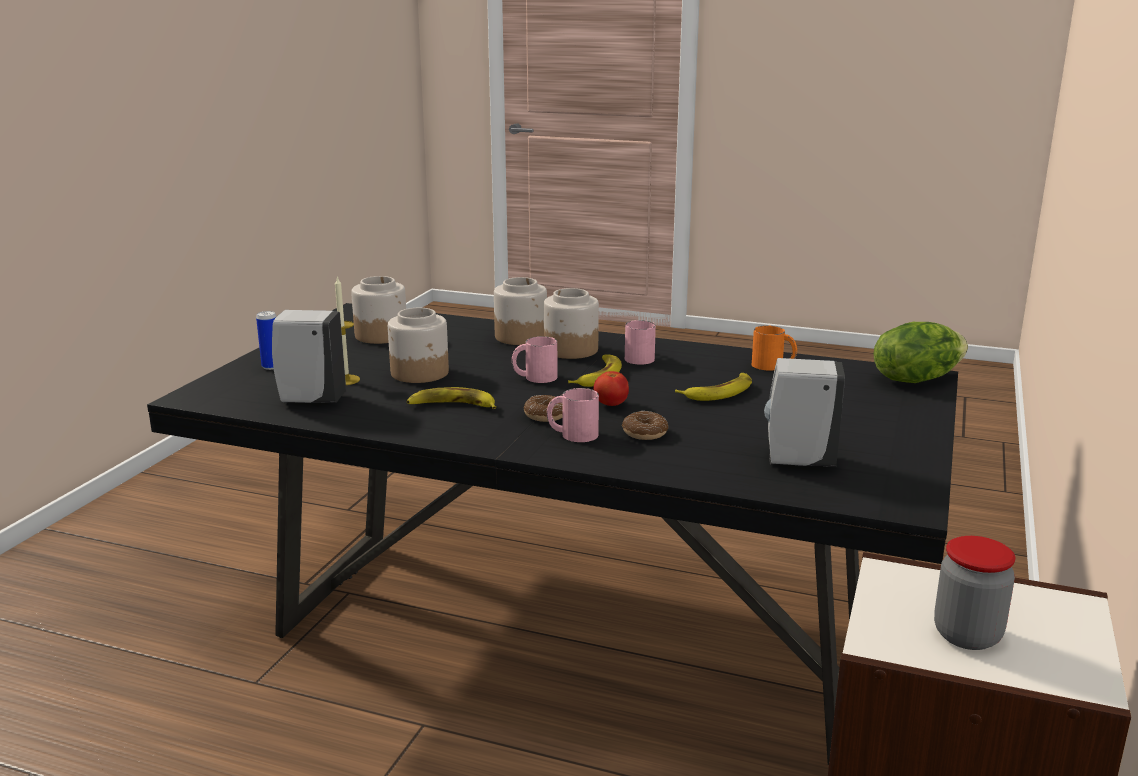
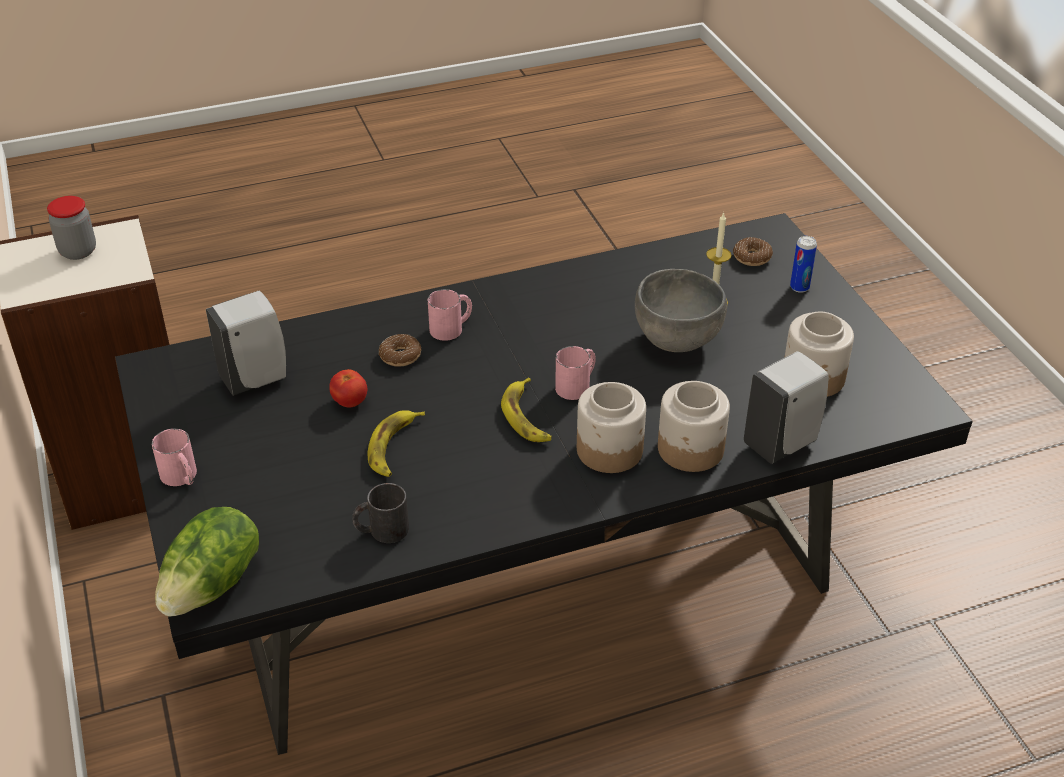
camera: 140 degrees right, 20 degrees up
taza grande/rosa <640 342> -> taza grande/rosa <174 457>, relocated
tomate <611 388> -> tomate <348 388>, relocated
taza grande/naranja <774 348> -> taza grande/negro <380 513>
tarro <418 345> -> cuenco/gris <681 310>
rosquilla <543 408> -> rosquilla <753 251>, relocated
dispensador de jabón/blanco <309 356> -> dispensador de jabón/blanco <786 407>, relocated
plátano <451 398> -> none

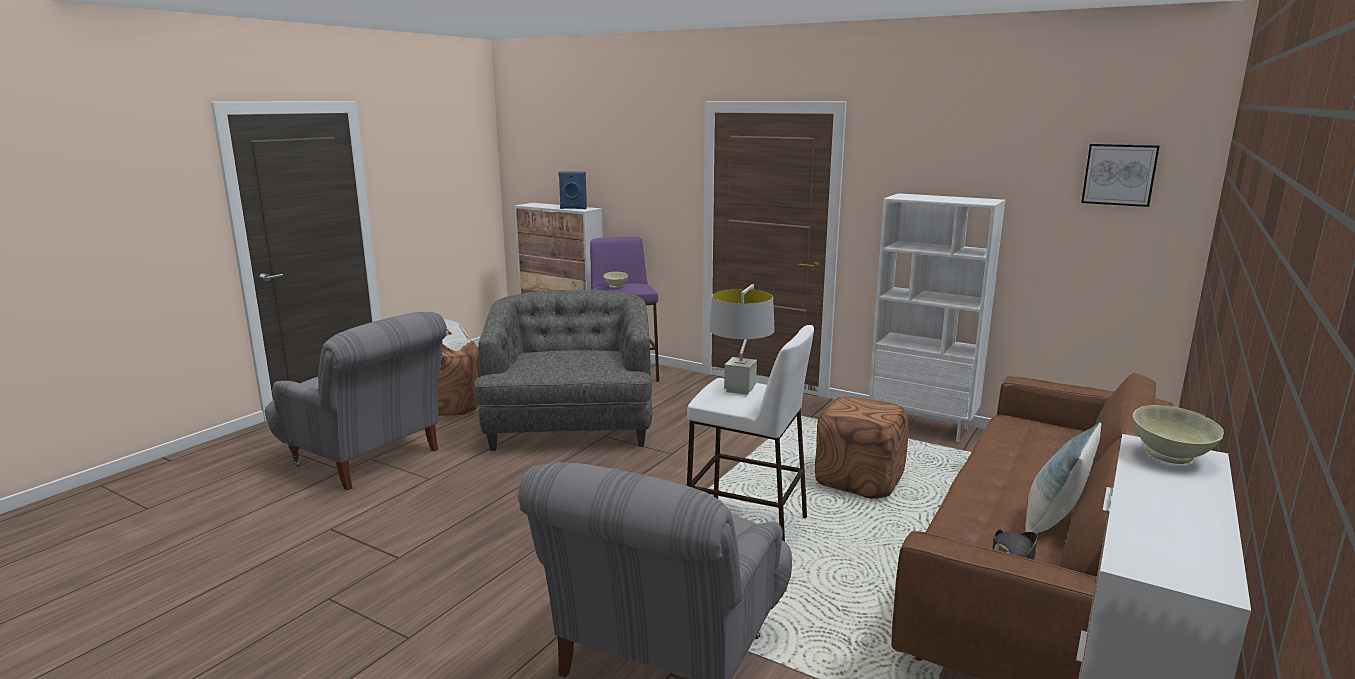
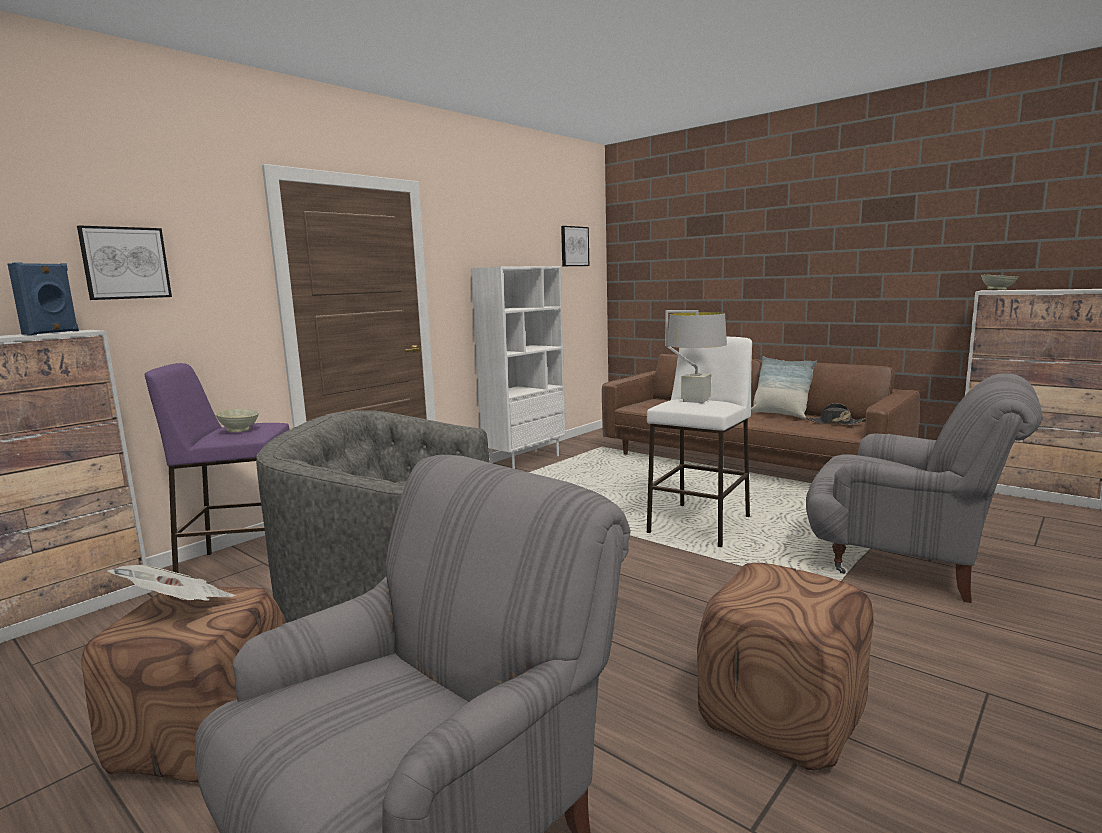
camera: 80 degrees left, 5 degrees down
none -> cuadro <124 262>
puf/marrón <862 448> -> puf/marrón <785 667>, relocated

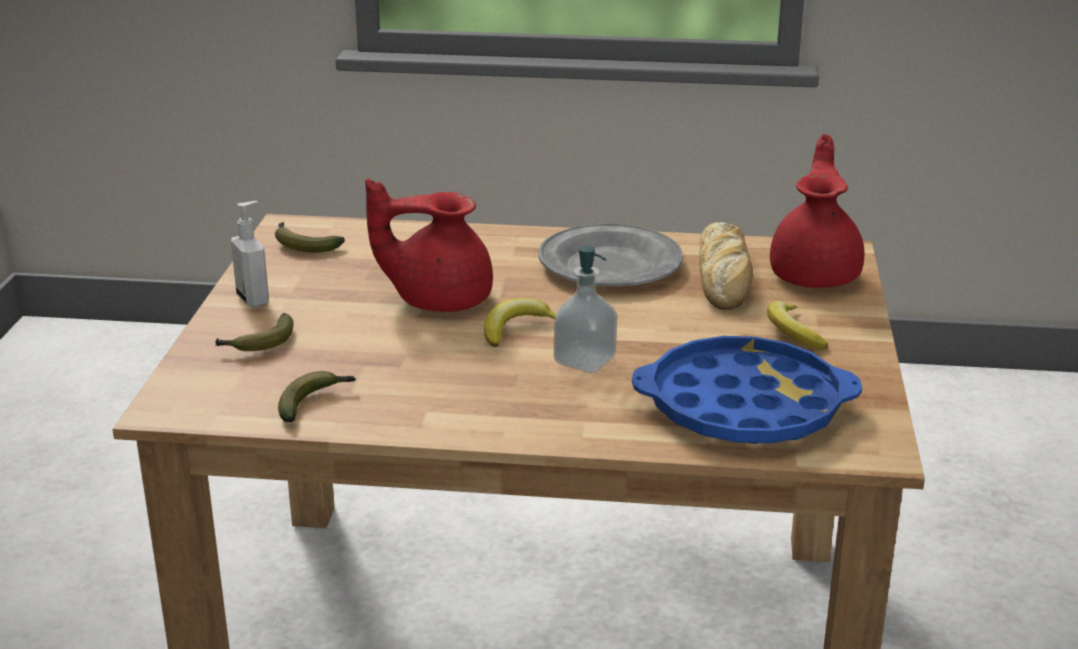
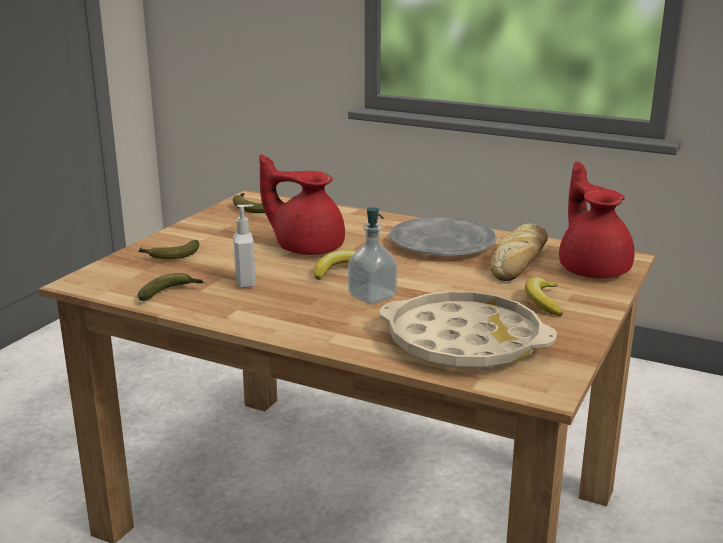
camera: 20 degrees right, 5 degrees down
dispensador de jabón <250 254> -> dispensador de jabón <244 246>, relocated
bandeja/azul <747 390> -> bandeja/beis <468 330>
tetera/rojo <817 211> -> tetera/rojo <597 219>, 45 degrees counterclockwise

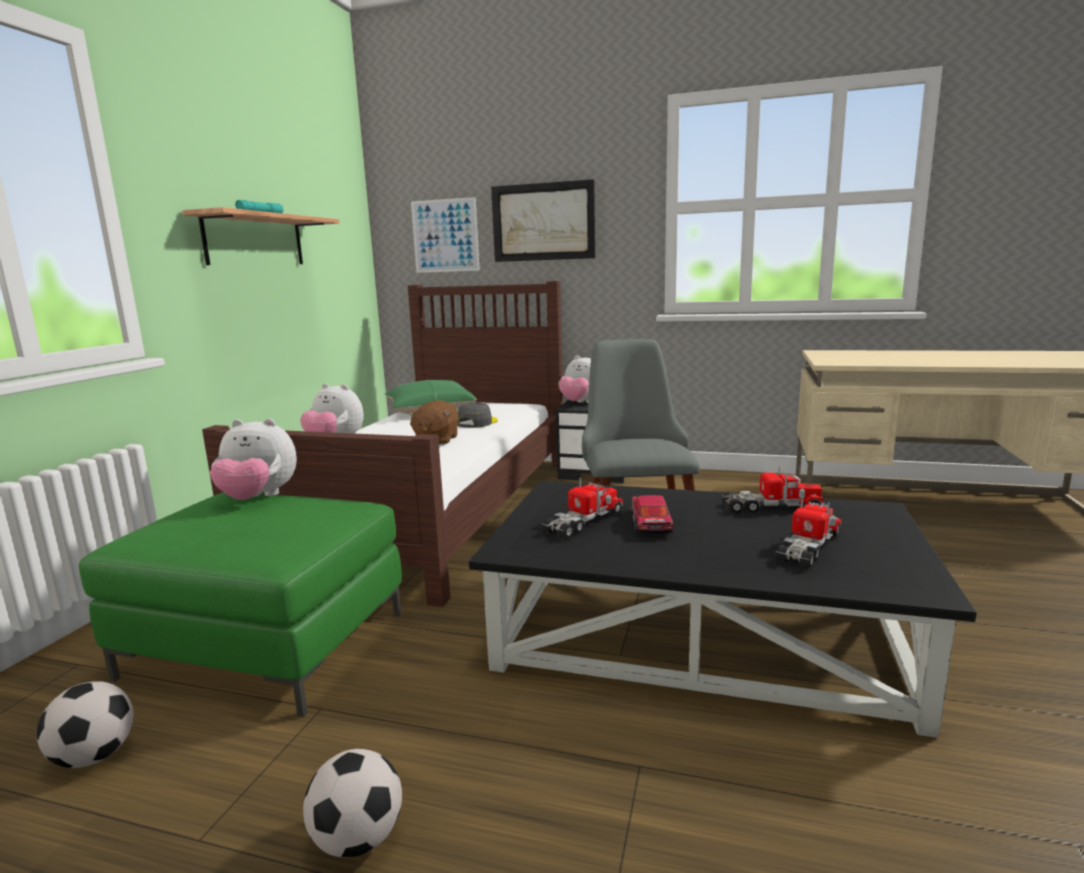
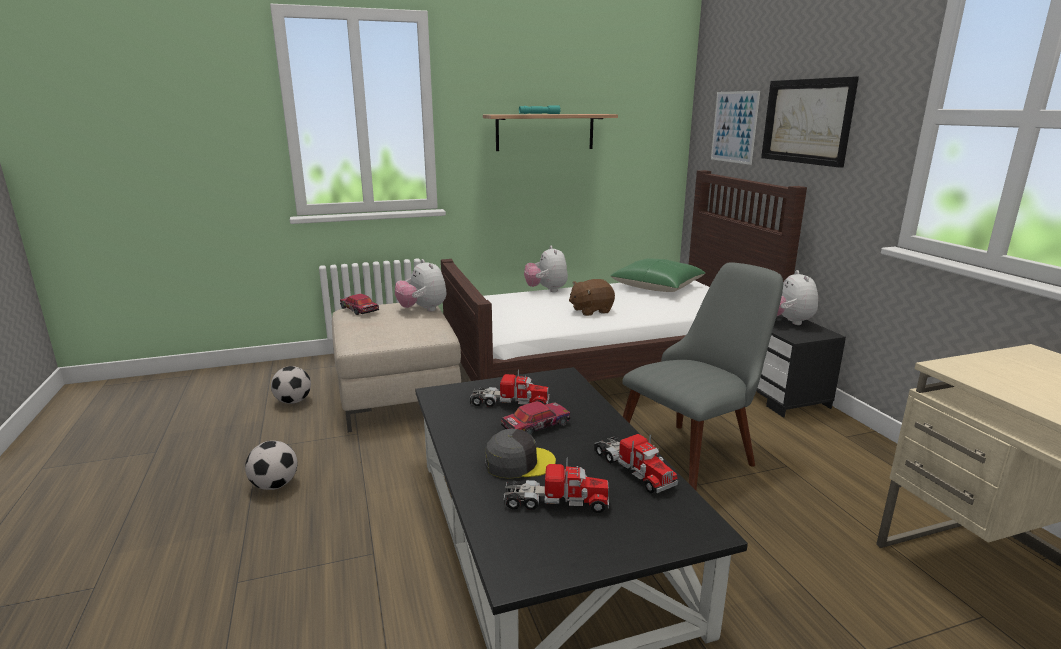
camera: 55 degrees right, 5 degrees up
puf/verde <240 605> -> puf/beis <396 368>
none -> coche de juguete <359 304>
gorra/gris <477 415> -> gorra/gris <520 454>, relocated

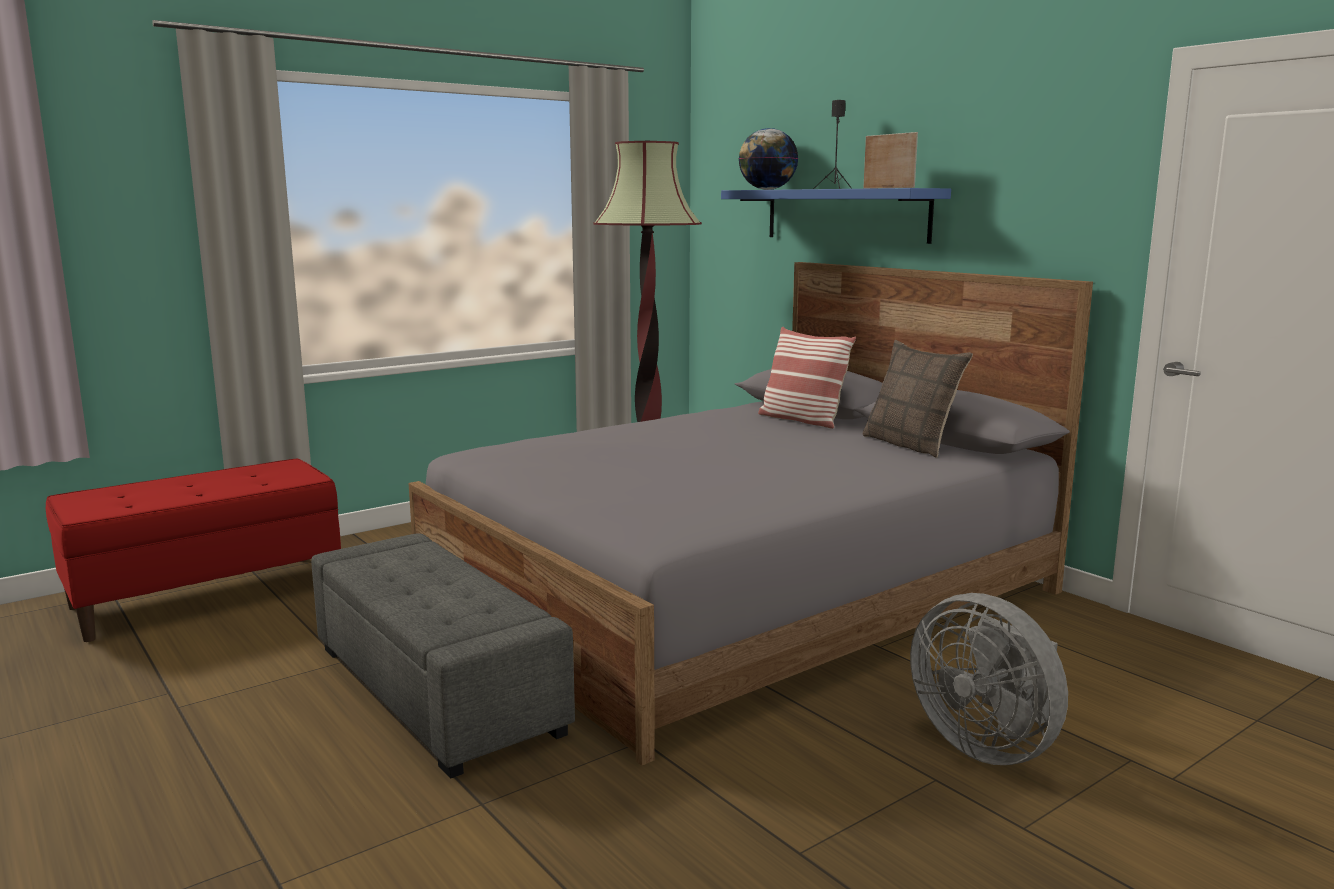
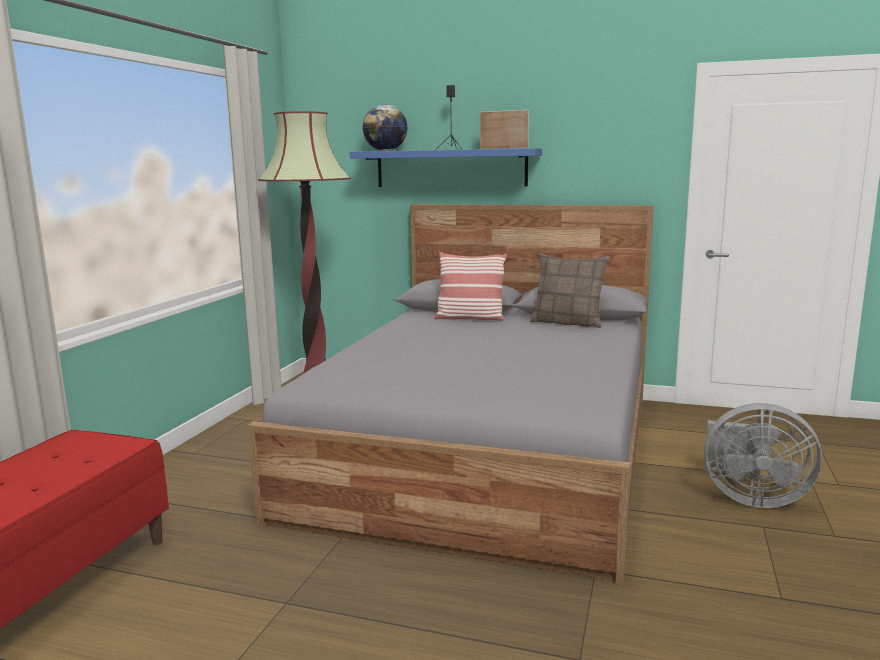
camera: 35 degrees left, 0 degrees up
puf/gris <443 656> -> none

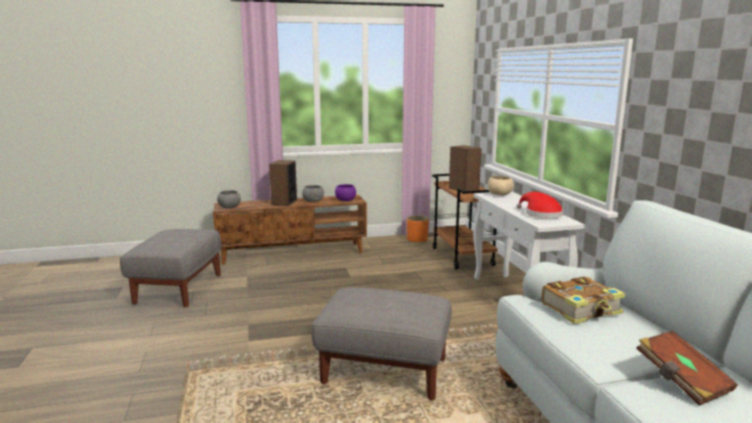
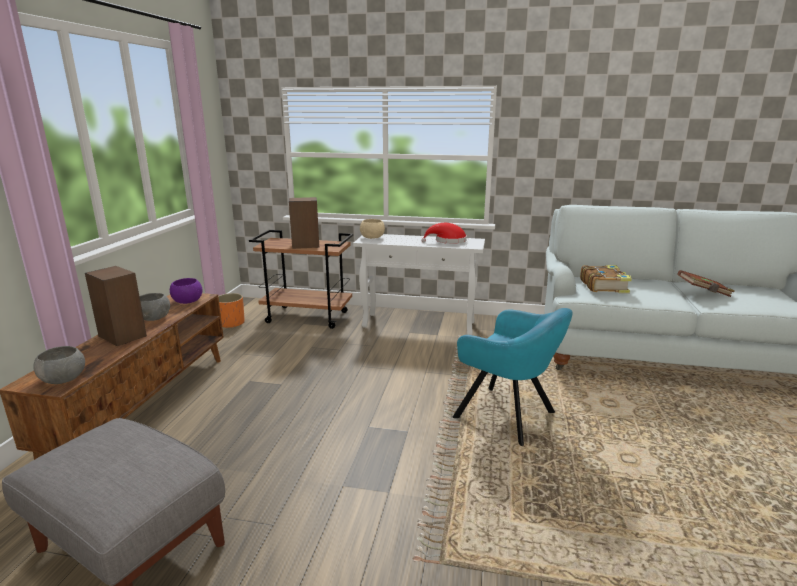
camera: 65 degrees left, 5 degrees up
puf/gris <382 343> -> sillón/turquesa <513 377>

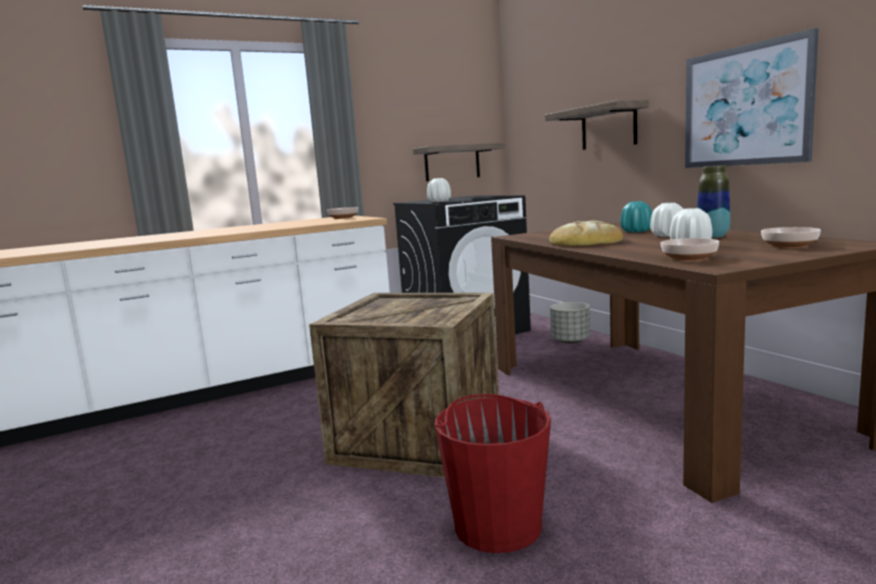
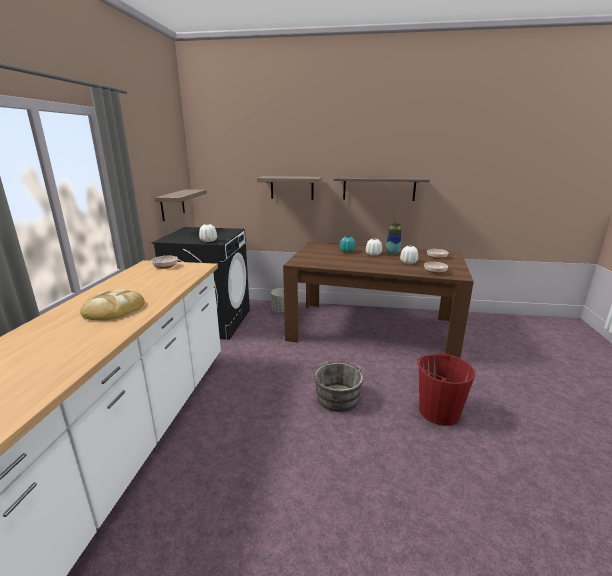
camera: 55 degrees left, 10 degrees up
pan <586 233> -> pan <112 305>, relocated
caja de embalaje <404 385> -> cubo/gris <337 386>
cuadro <752 98> -> estante <382 188>

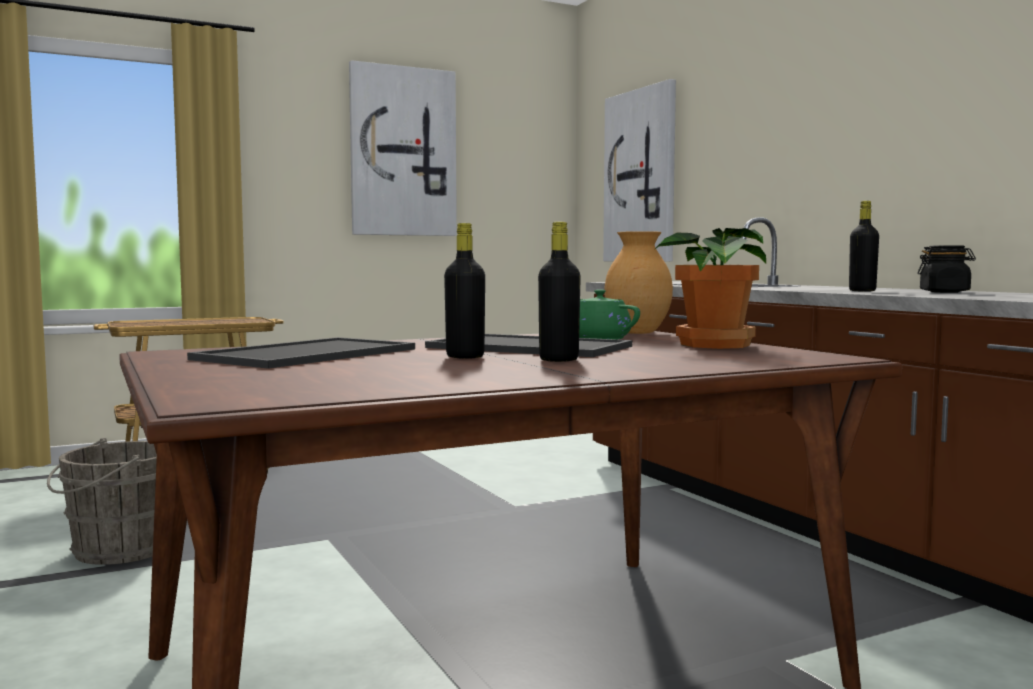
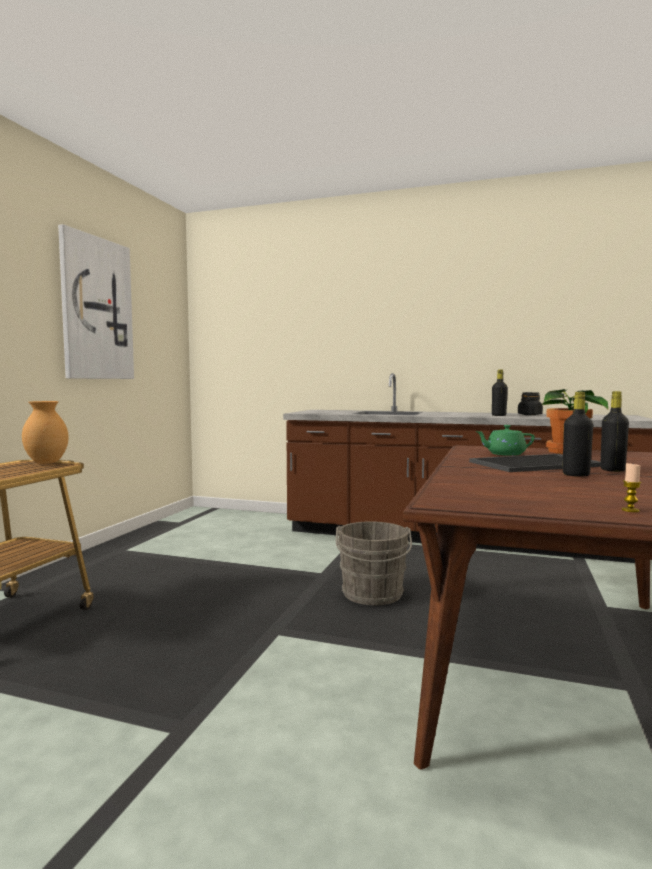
camera: 45 degrees left, 0 degrees up
florero/marrón <639 282> -> florero/marrón <45 432>, relocated
cubo/gris <102 501> -> cubo/gris <374 563>, relocated
none -> vela <631 487>
bandeja <301 353> -> none
cuadro <639 170> -> none

